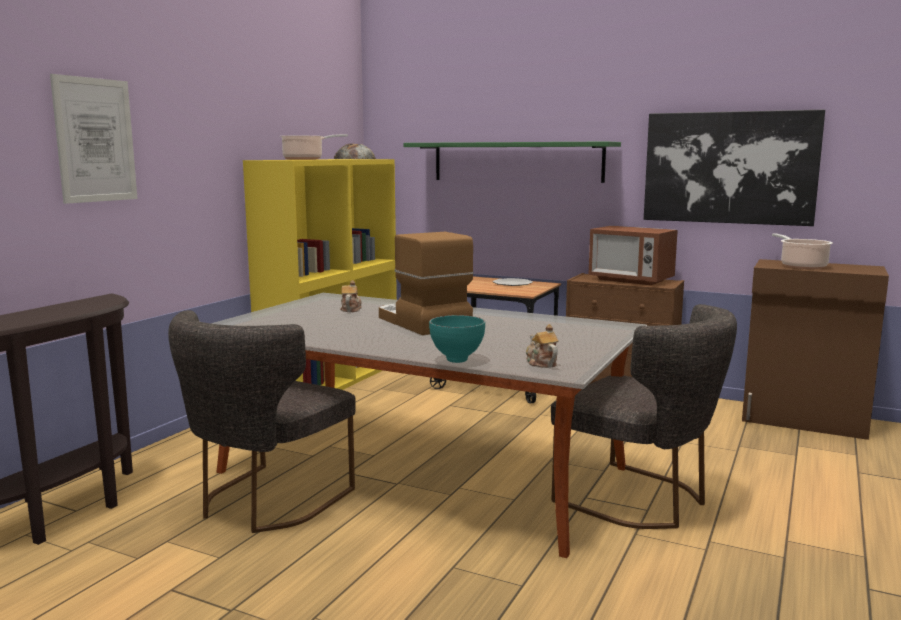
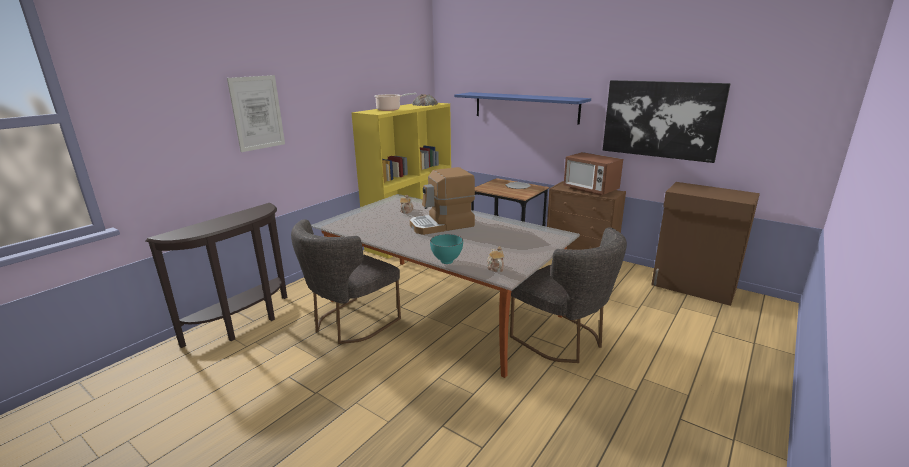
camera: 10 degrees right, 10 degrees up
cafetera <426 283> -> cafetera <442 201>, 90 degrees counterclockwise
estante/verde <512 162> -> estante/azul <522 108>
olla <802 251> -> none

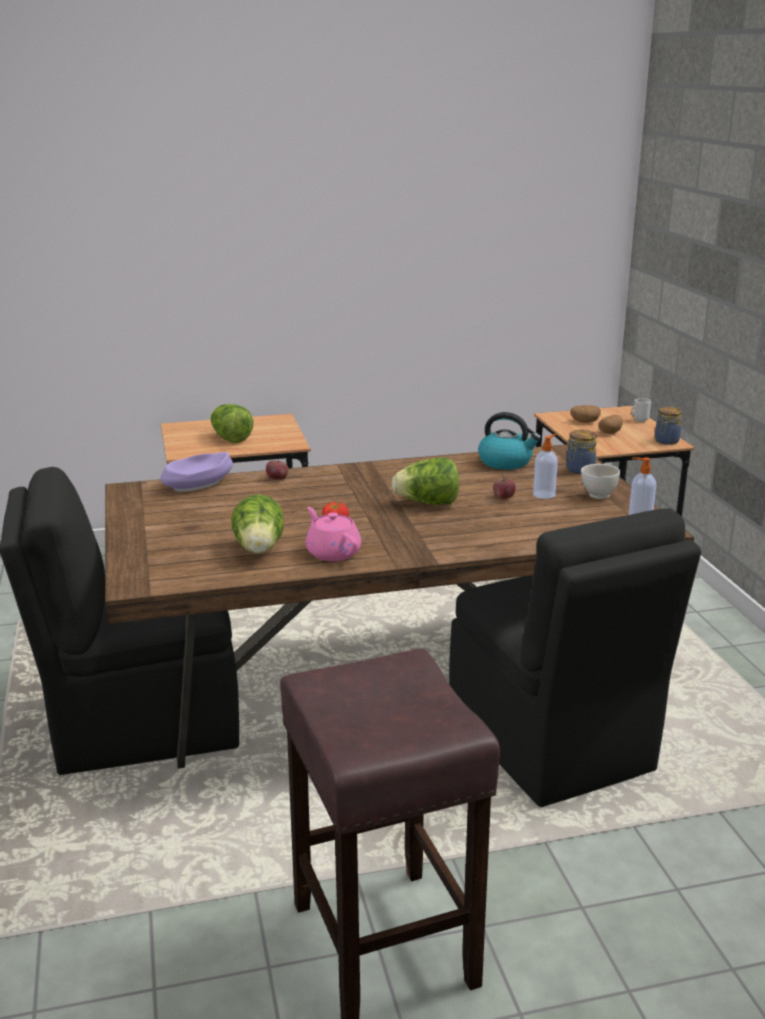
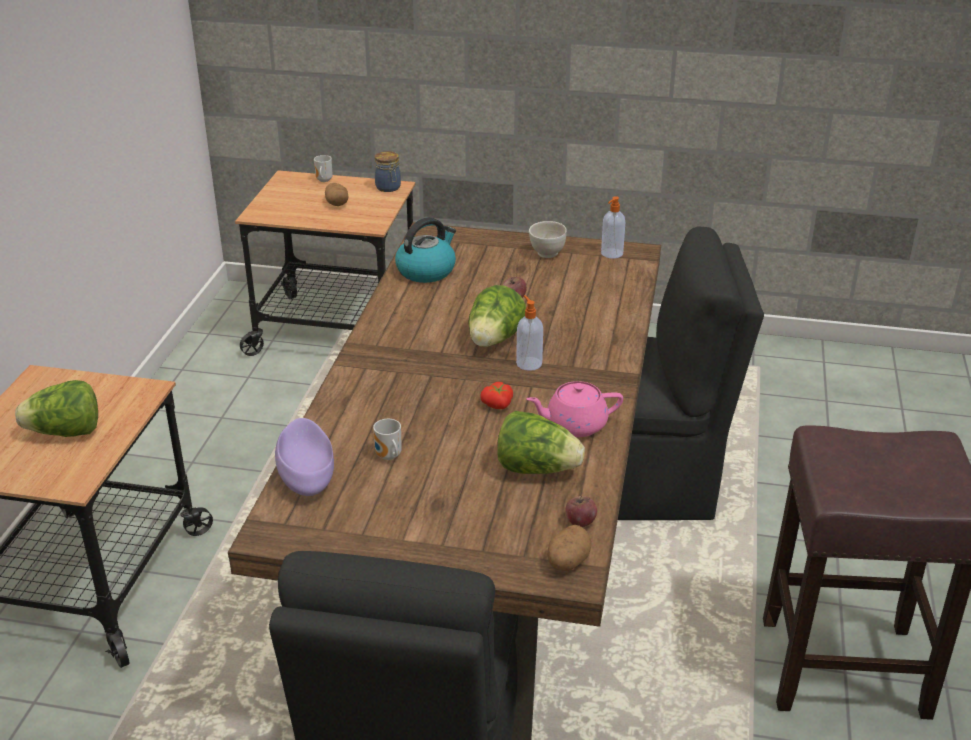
camera: 65 degrees left, 10 degrees up
none -> taza grande <387 439>
dispensador de jabón <545 466> -> dispensador de jabón <529 333>, relocated
patata <585 414> -> patata <569 548>, relocated
manzana <277 469> -> manzana <581 511>, relocated
tarro <581 452> -> none

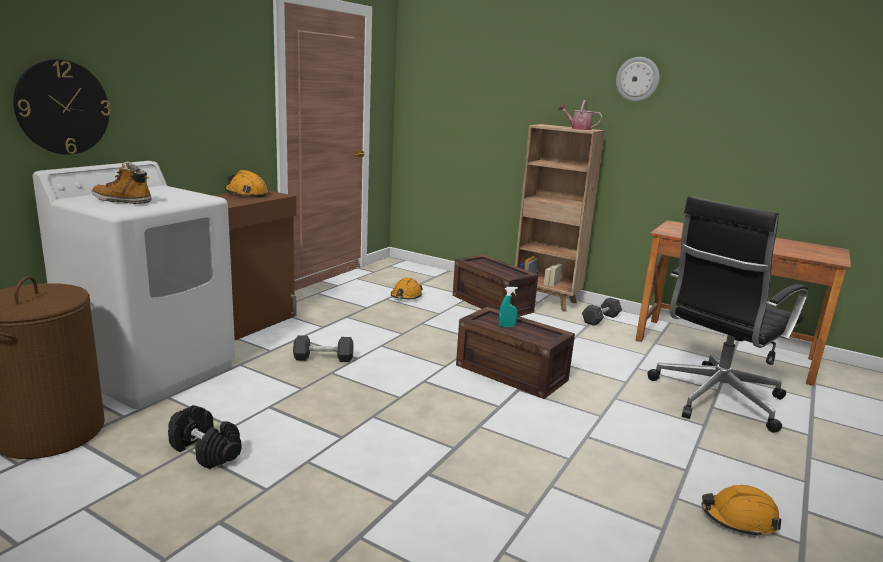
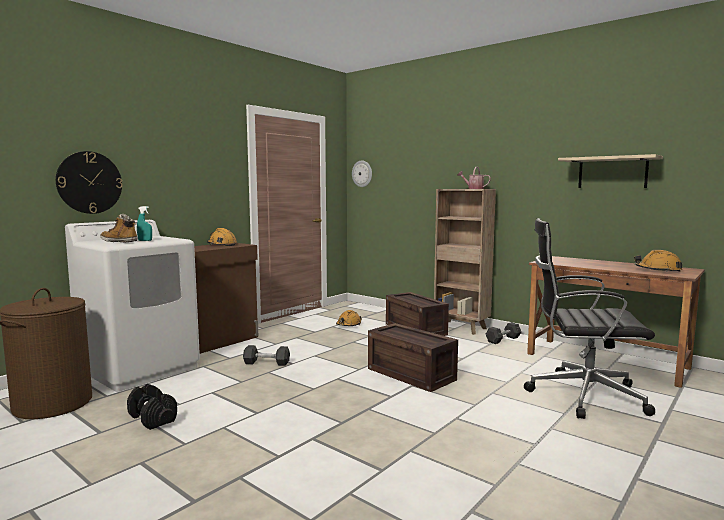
camera: 10 degrees right, 10 degrees down
pulverizador/turquesa <508 307> -> pulverizador/turquesa <144 223>, relocated
reloj de pared <638 79> -> reloj de pared <362 173>, relocated
silla de oficina/negro <728 314> -> silla de oficina/negro <589 318>, 45 degrees clockwise
none -> estante <610 171>
casco/naranja <741 511> -> casco/naranja <658 261>, relocated

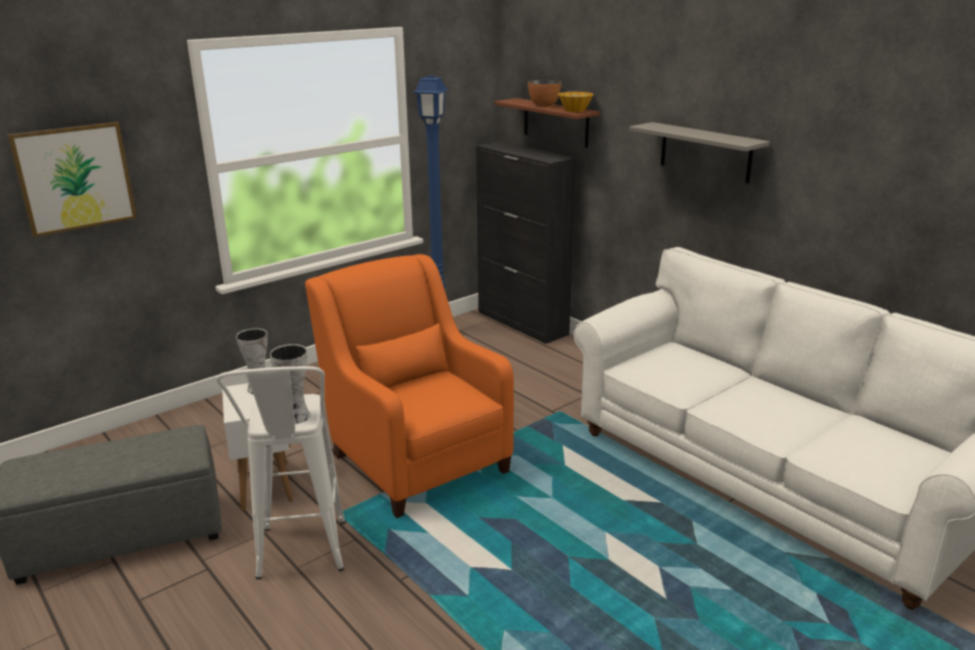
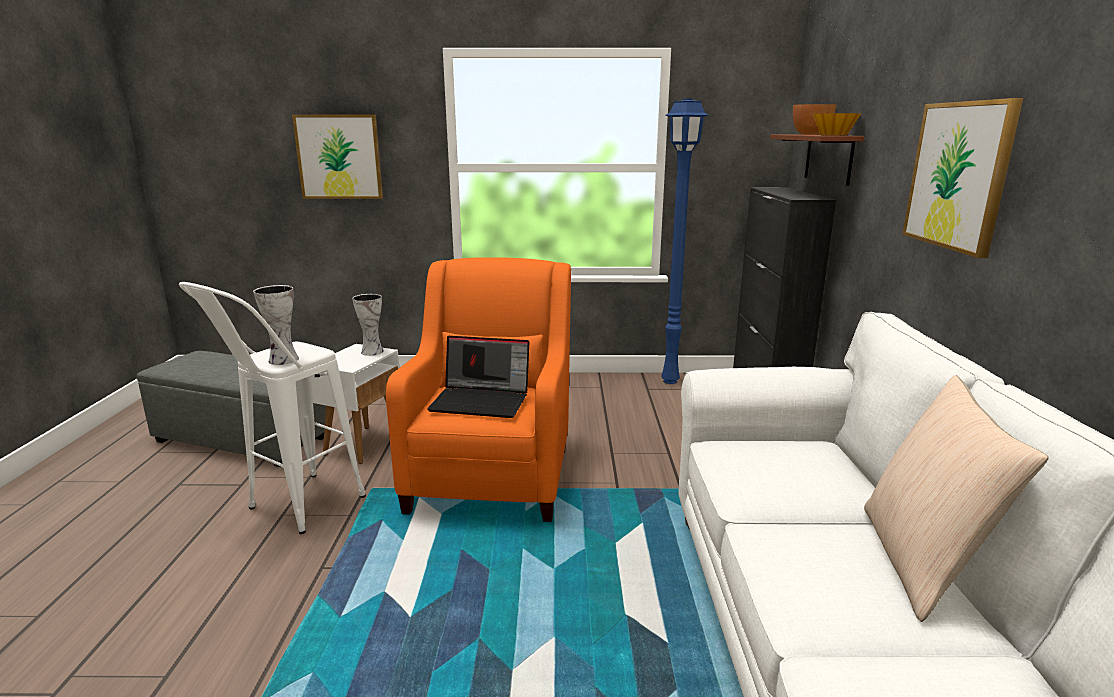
camera: 40 degrees right, 5 degrees down
none -> portátil <478 377>
none -> cojín/beis <956 498>
estante/gris <699 153> -> cuadro <962 178>

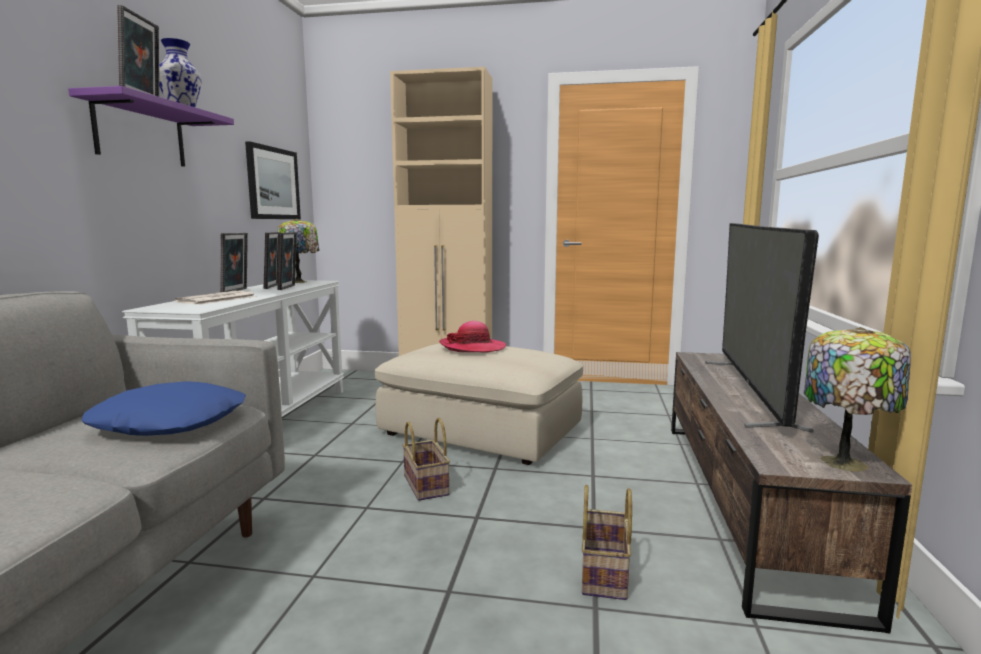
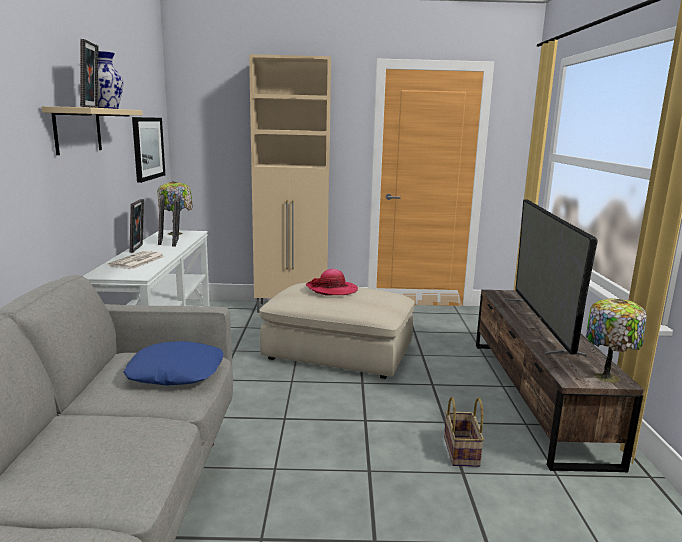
camera: 10 degrees left, 5 degrees up
estante/morado <151 126> -> estante/beis <92 130>
cesta <426 459> -> none

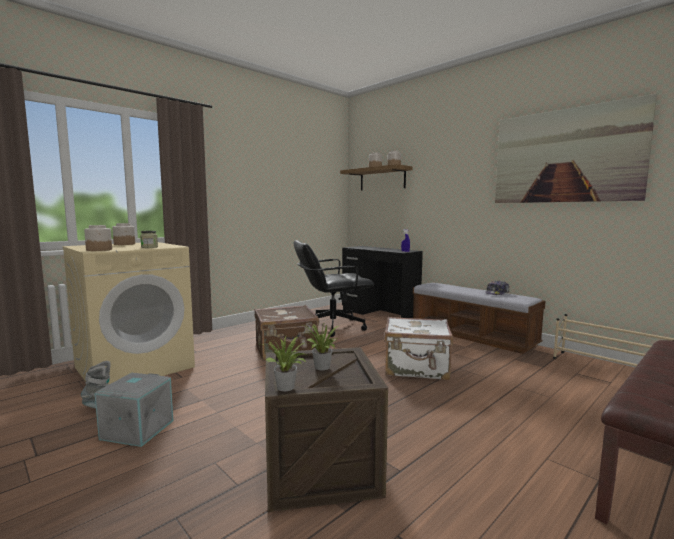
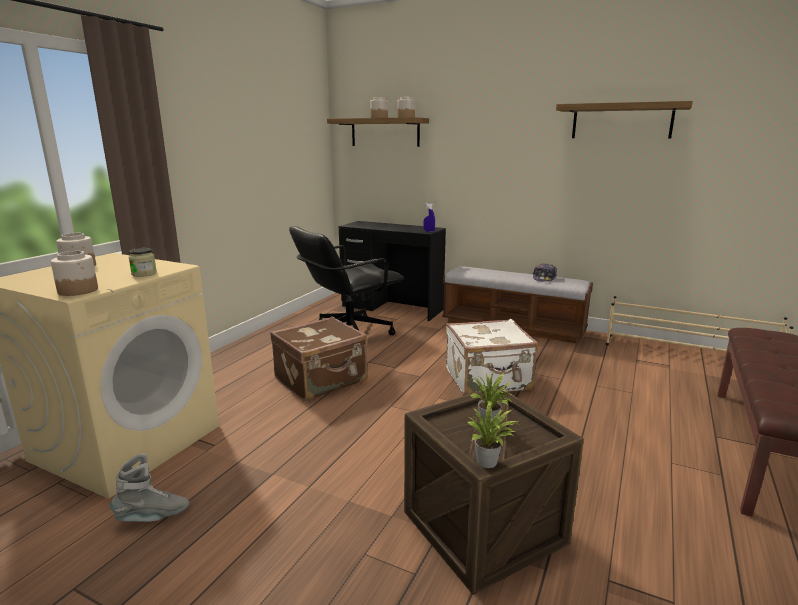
camera: 20 degrees left, 10 degrees up
cuadro <576 148> -> estante <624 120>
caja de almacenaje/gris <134 410> -> none

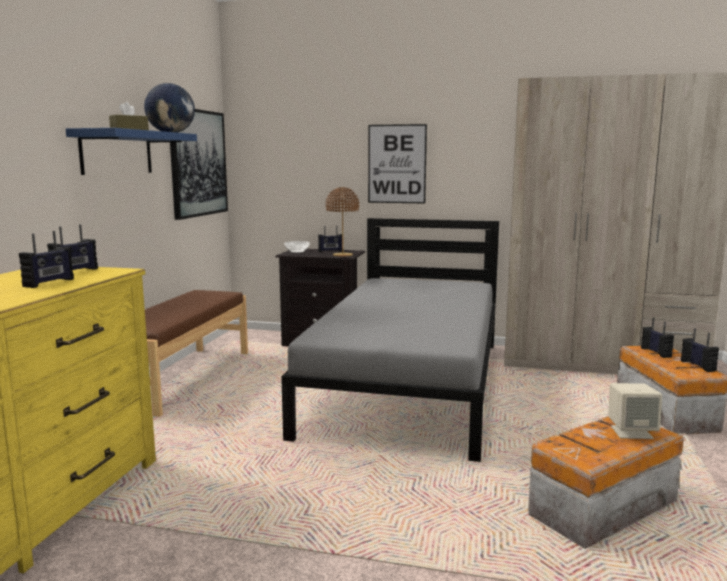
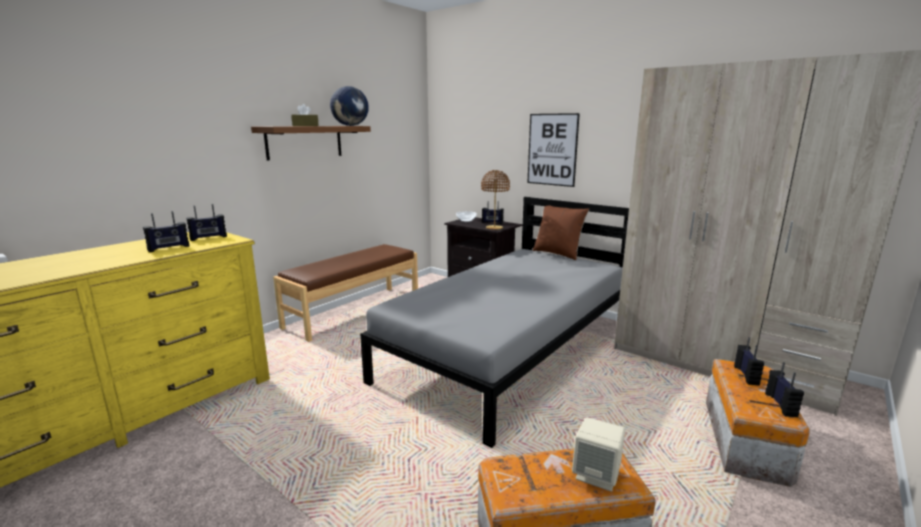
camera: 25 degrees right, 5 degrees up
estante/azul <131 151> -> estante/marrón <311 143>
none -> cojín/marrón <561 233>
cuadro <199 164> -> none

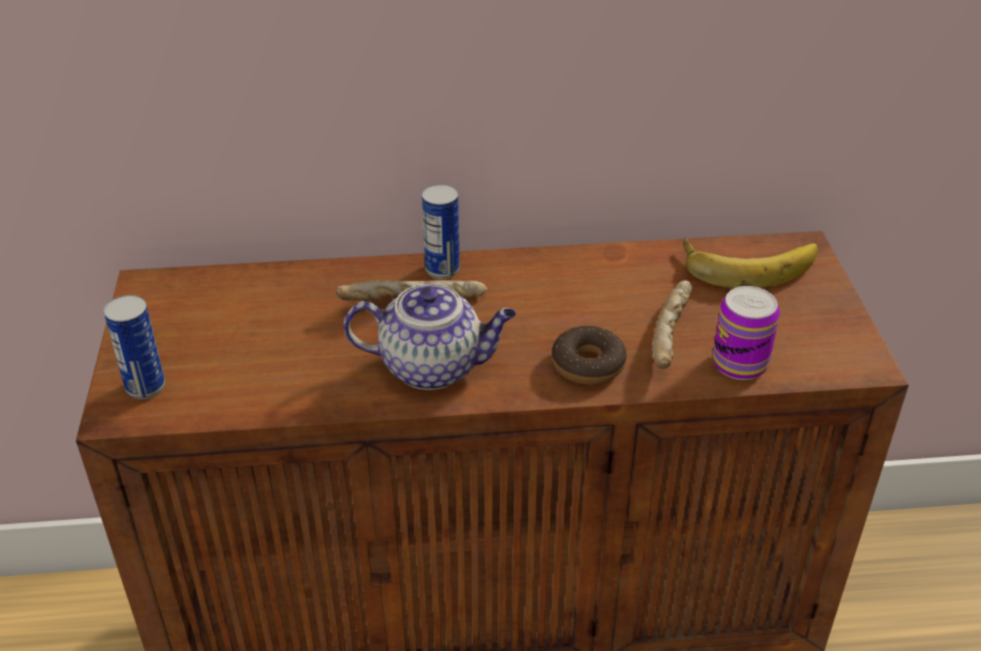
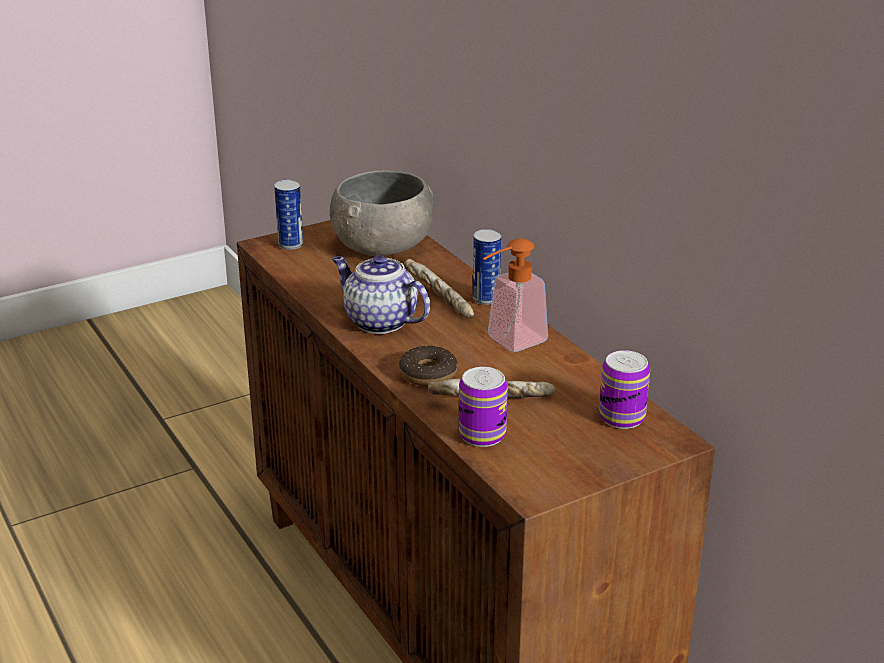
camera: 65 degrees right, 10 degrees down
none -> cuenco/gris <382 213>
tetera <430 336> -> tetera <381 294>, 150 degrees clockwise
none -> dispensador de jabón <515 295>
plátano <750 262> -> lata <624 389>

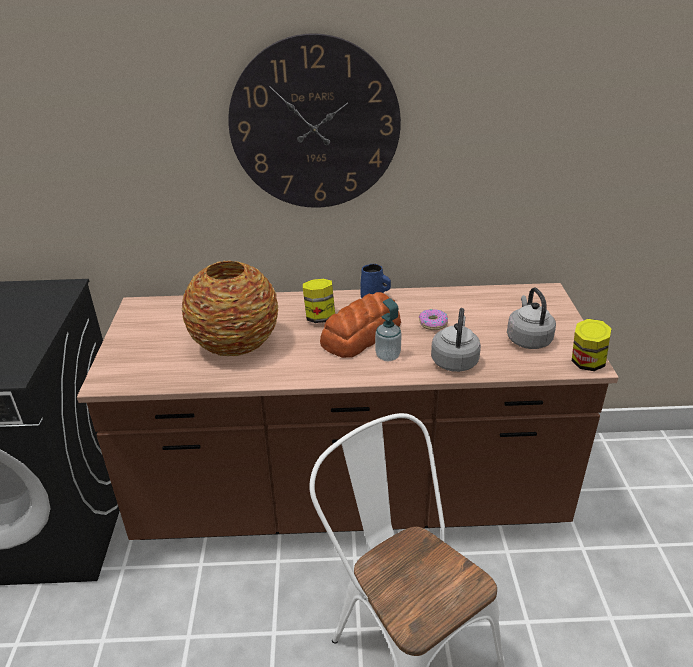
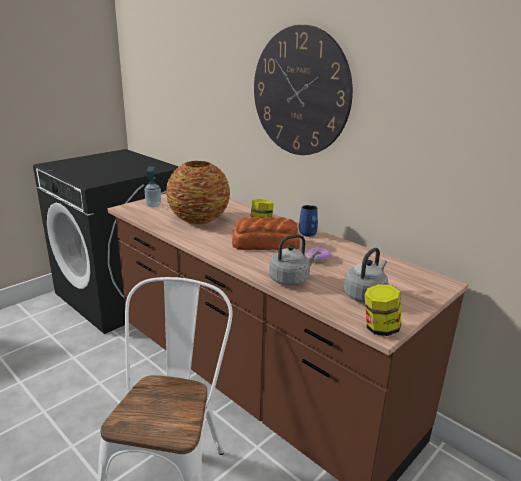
camera: 45 degrees right, 10 degrees down
dispensador de jabón <388 329> -> dispensador de jabón <153 186>, relocated

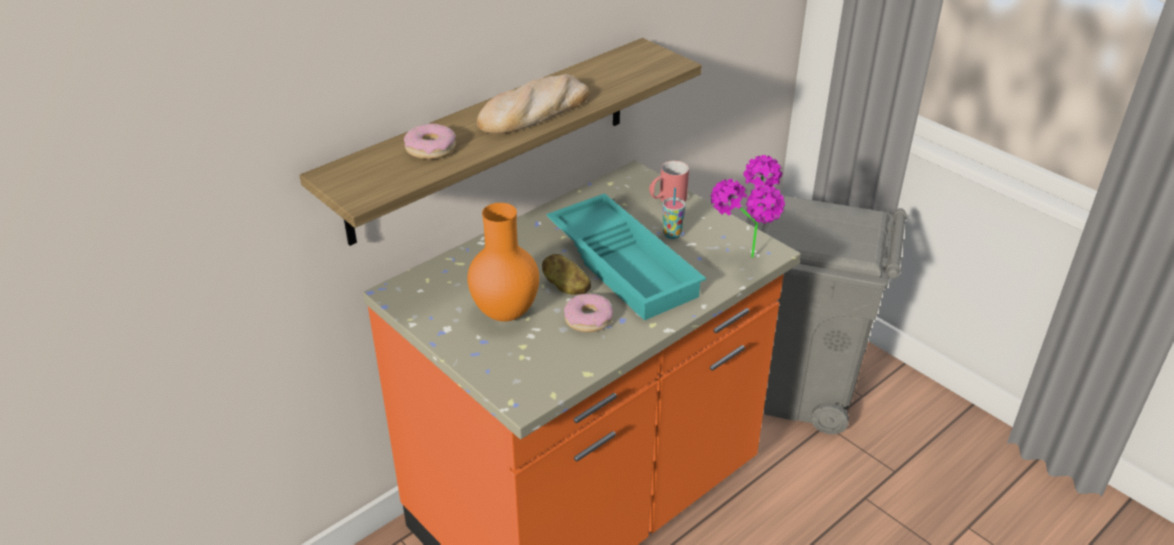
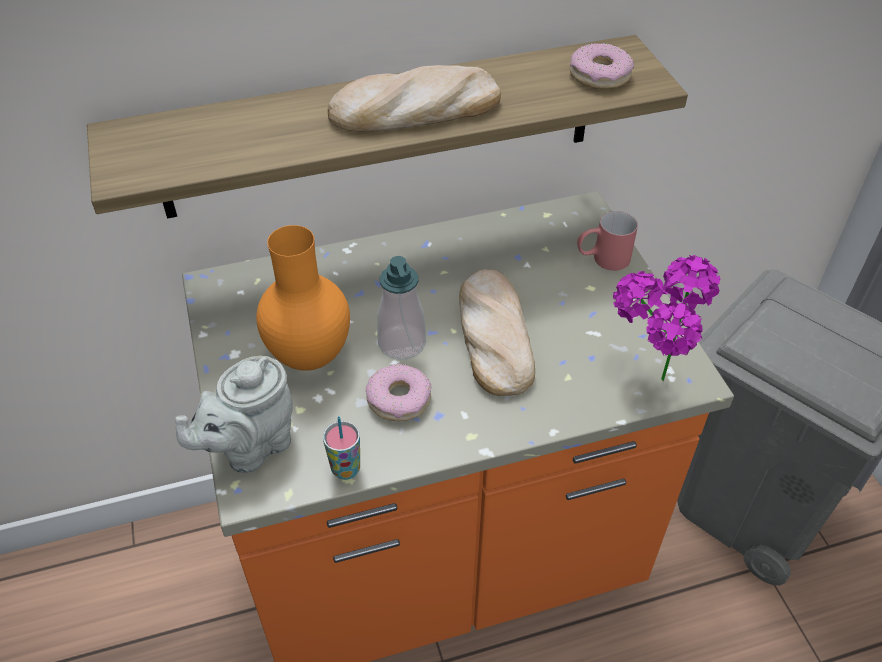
camera: 25 degrees right, 10 degrees up
none -> tetera/gris <234 414>
taza <674 213> -> taza <341 448>, relocated
patata <566 274> -> dispensador de jabón <401 308>
bandeja/turquesa <626 257> -> pan <497 332>
rosquilla <430 141> -> rosquilla <602 66>, relocated

